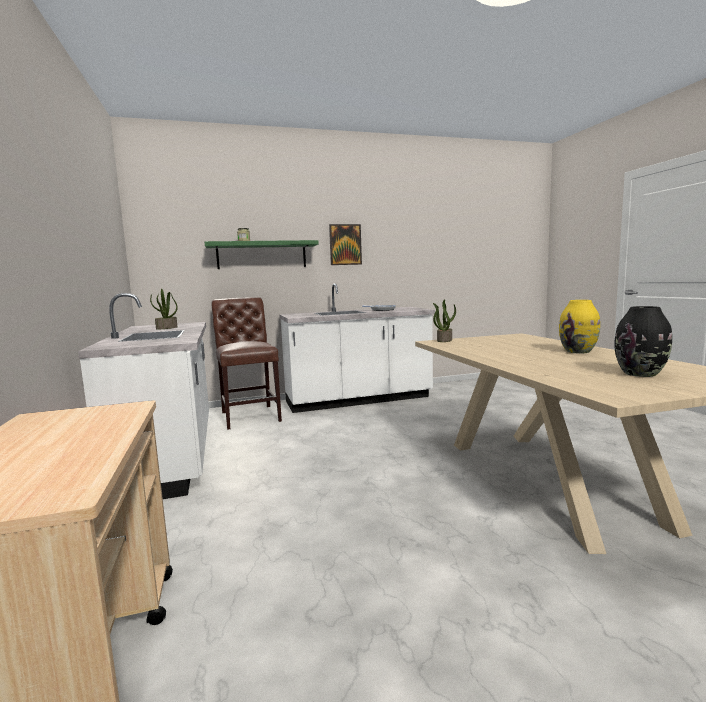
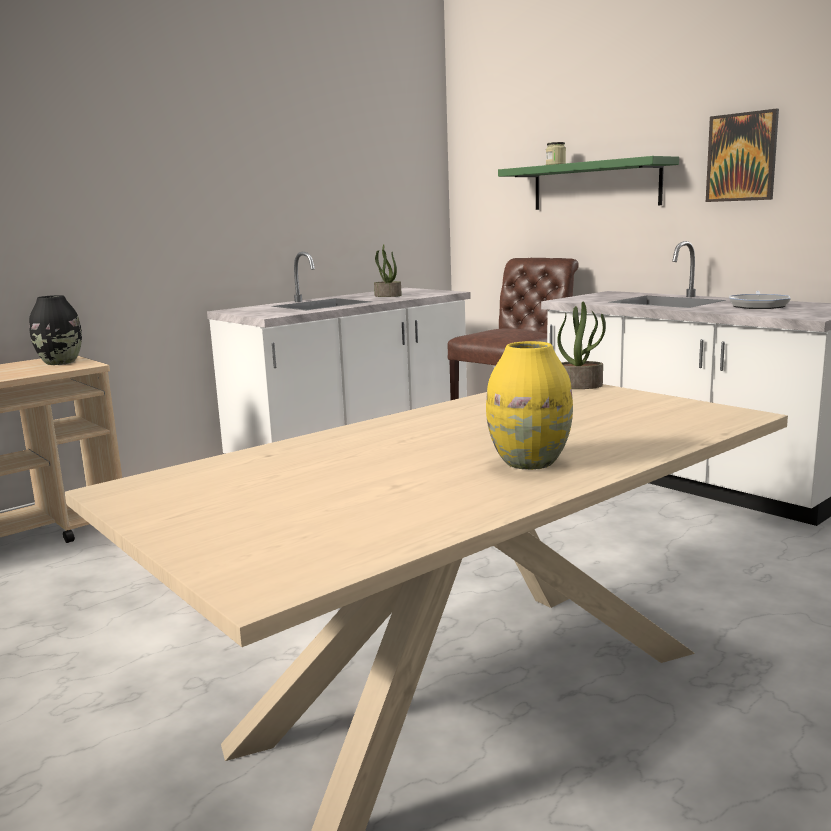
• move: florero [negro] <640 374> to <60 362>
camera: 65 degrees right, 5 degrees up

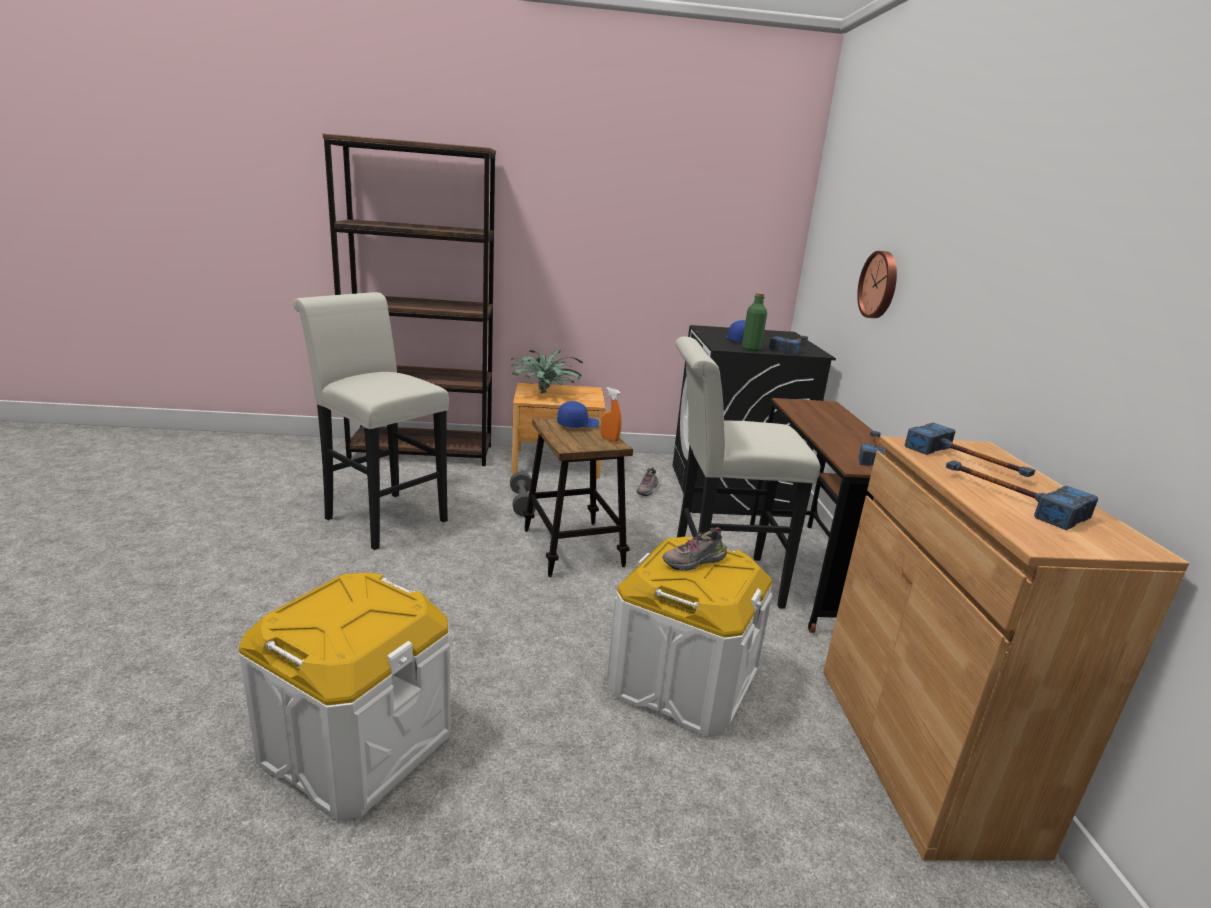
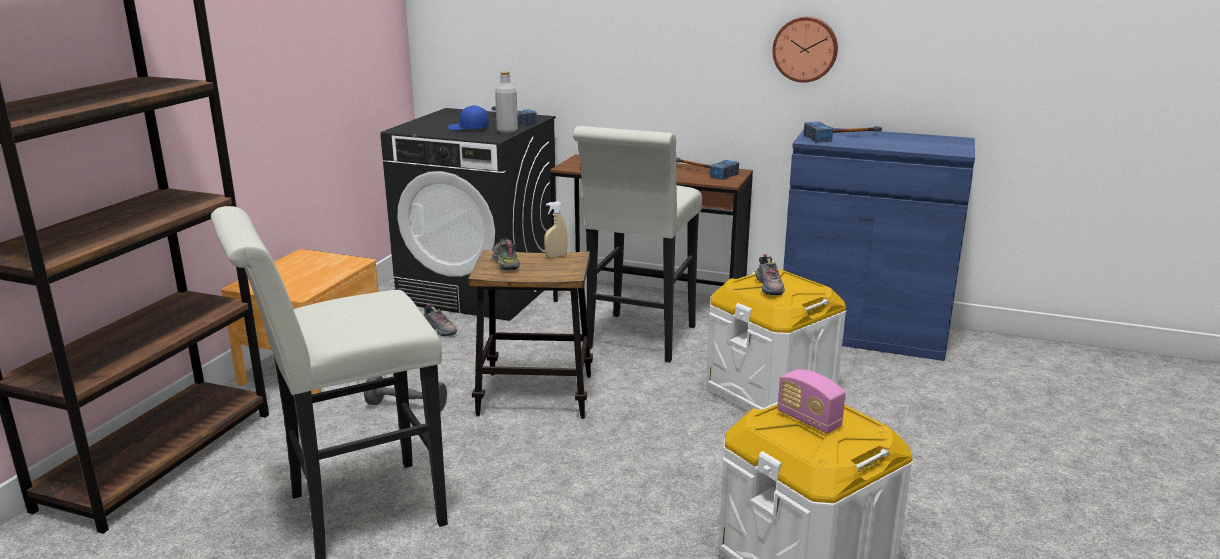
• delete: planta en maceta <545 394>
• replace: gorra [azul] <577 424> to zapato <505 261>
• recolor: pulverizador [naranja] <609 439> to pulverizador [beis] <556 256>
• recolor: botella [verde] <751 349> to botella [gris] <507 131>
• recolor: armario [marrón] <920 752> to armario [azul] <863 332>
• move: reloj de pared <880 285> to <805 49>
• delete: martillo <1008 497>
• insert: radio <808 420>
camera: 65 degrees left, 0 degrees up

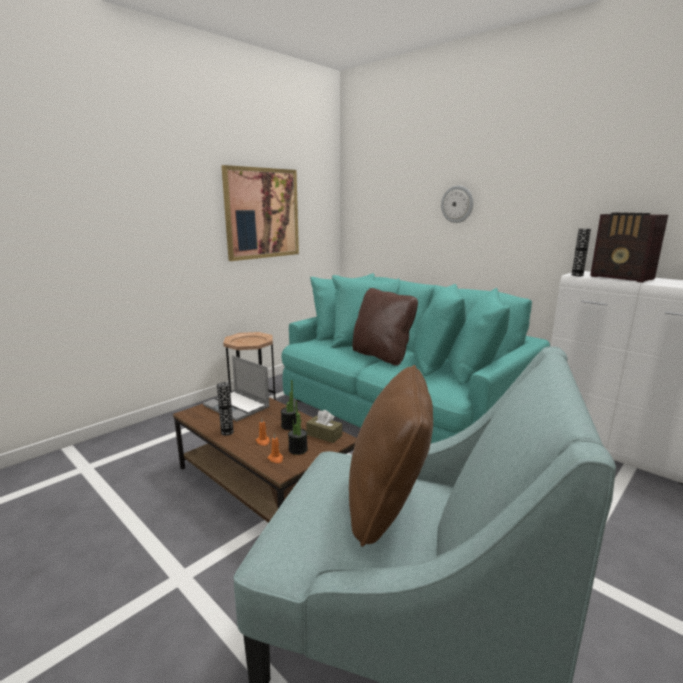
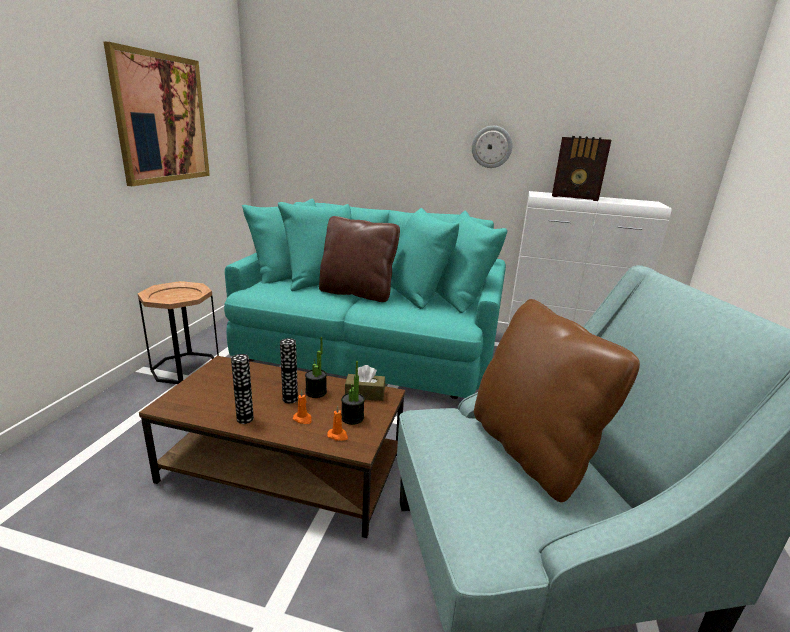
• delete: portátil <238 407>
• move: reloj de pared <457 204> to <491 147>
• move: florero <577 275> to <290 399>
camera: 30 degrees left, 5 degrees up

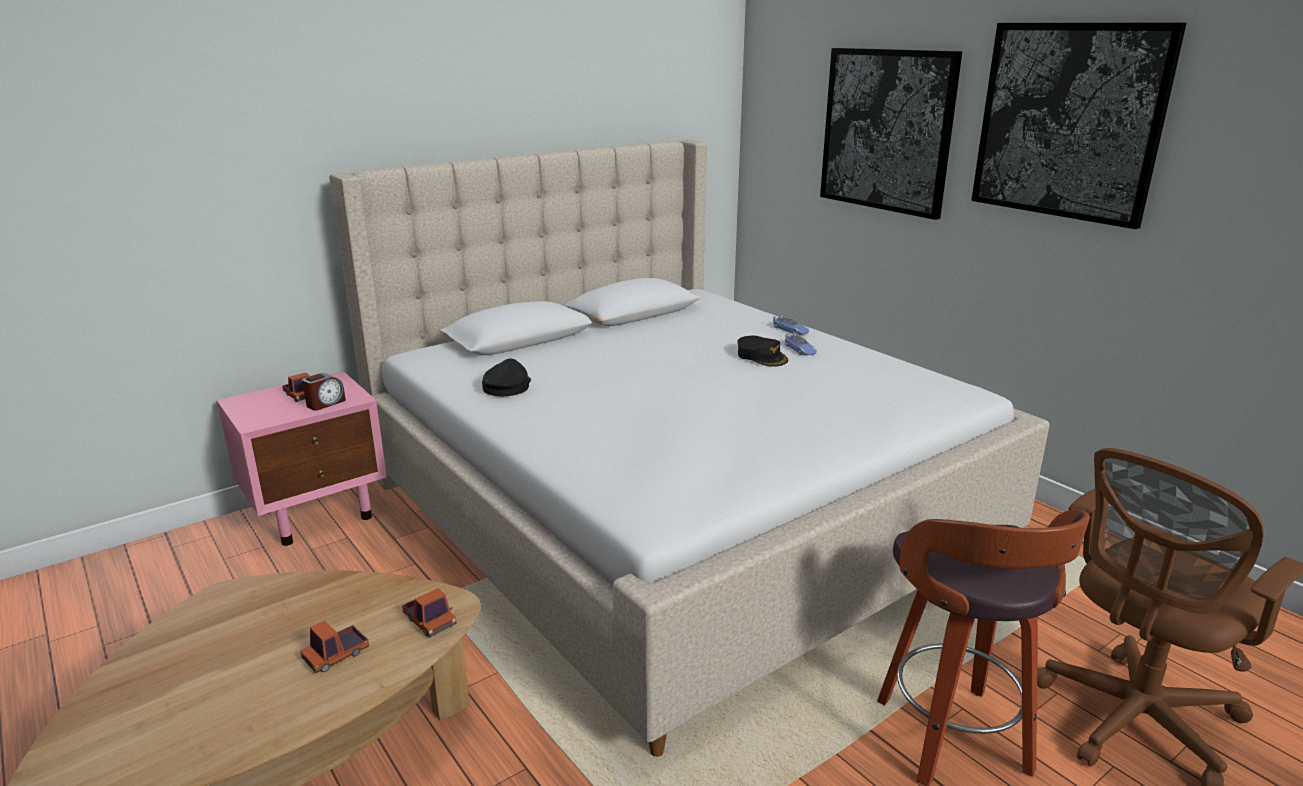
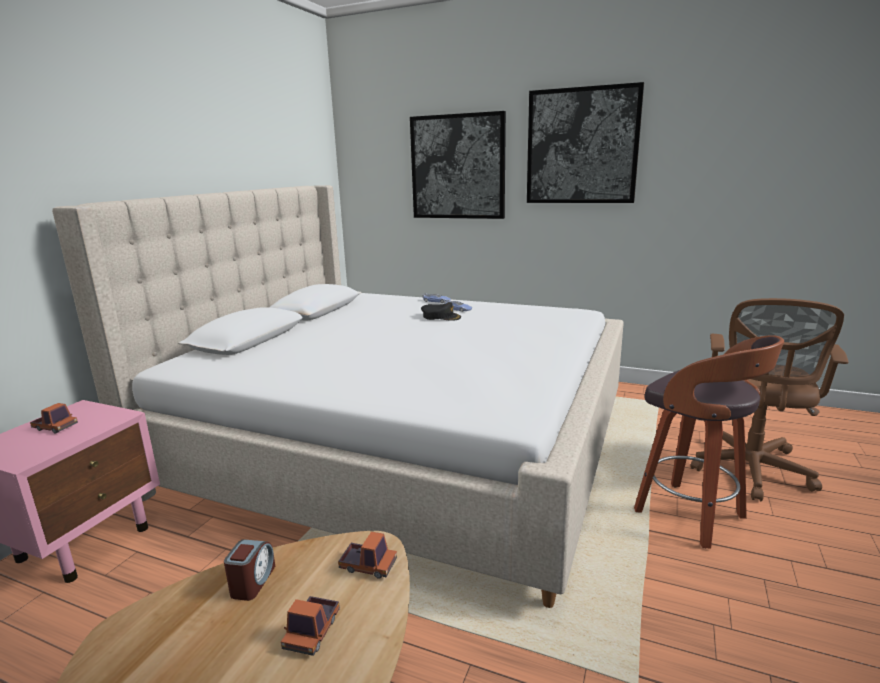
• move: despertador <325 403> to <252 582>
• delete: gorra [negro] <507 386>
camera: 30 degrees left, 5 degrees down

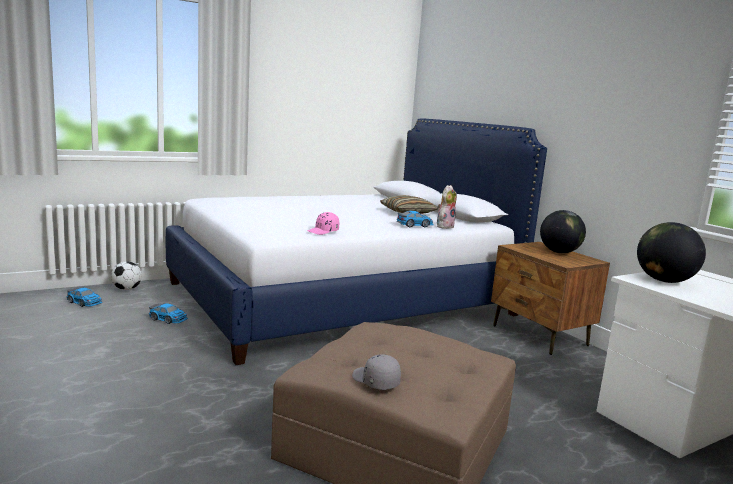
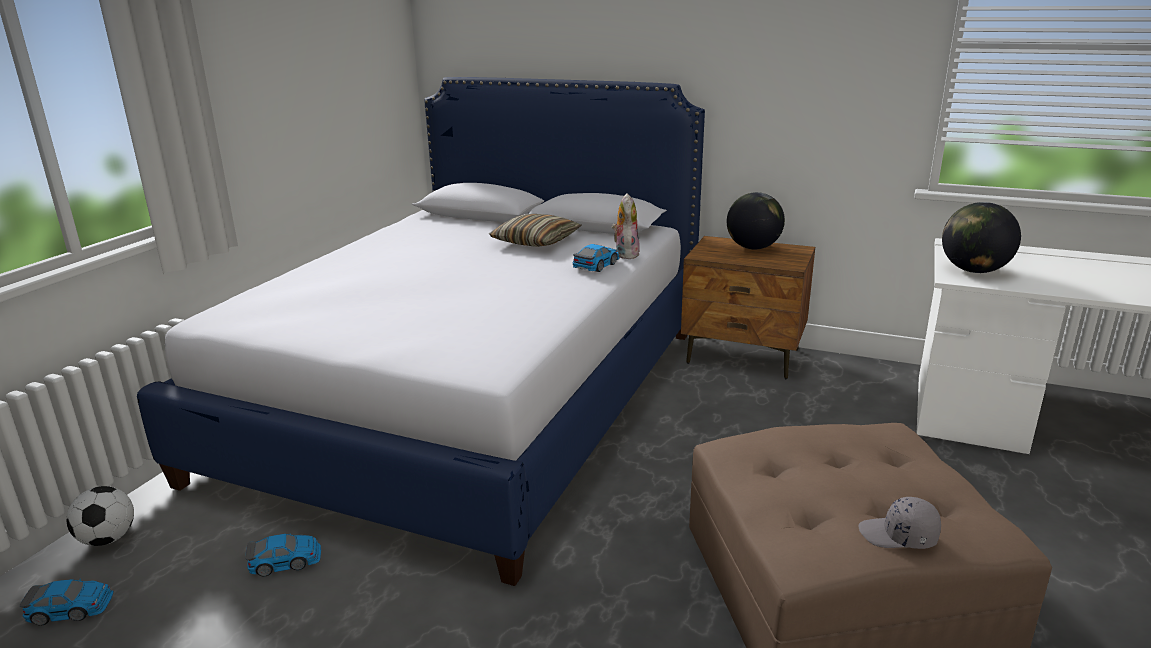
• delete: gorra [rosa] <323 231>
camera: 35 degrees left, 10 degrees up

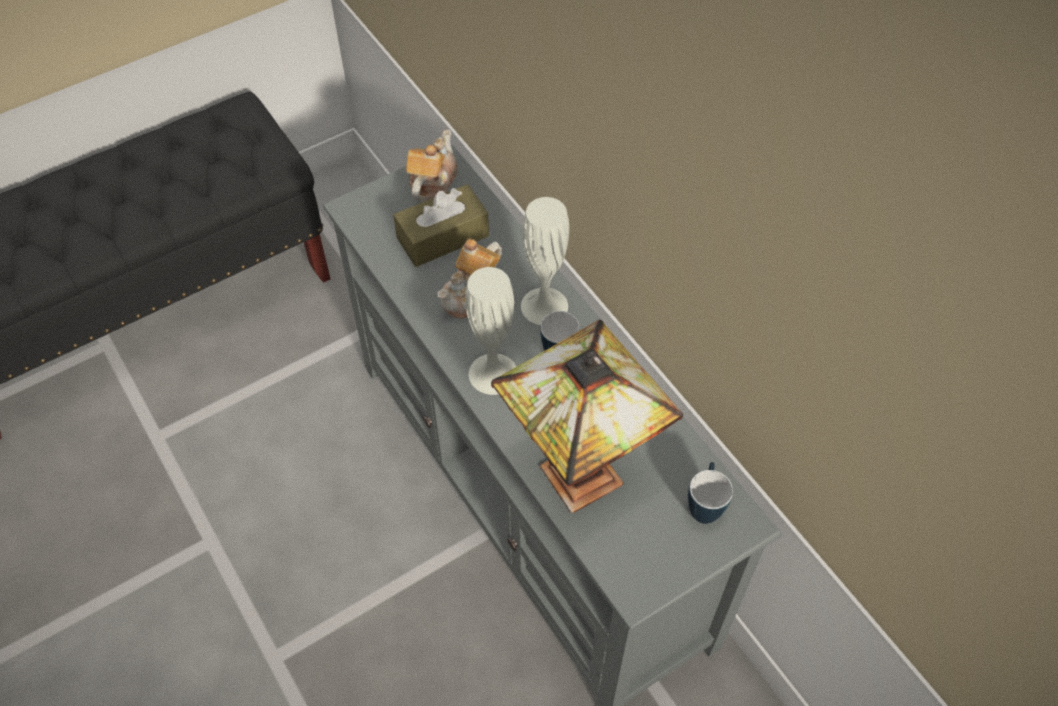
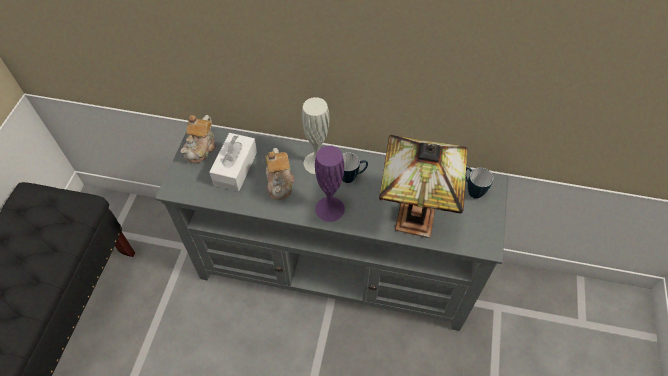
• recolor: caja de pañuelos [marrón] <442 237> to caja de pañuelos [blanco] <235 168>
• rotate: tetera <432 183> = <201 148> 135 degrees counterclockwise
• recolor: florero [blanco] <493 373> to florero [morado] <330 209>
camera: 45 degrees left, 0 degrees up

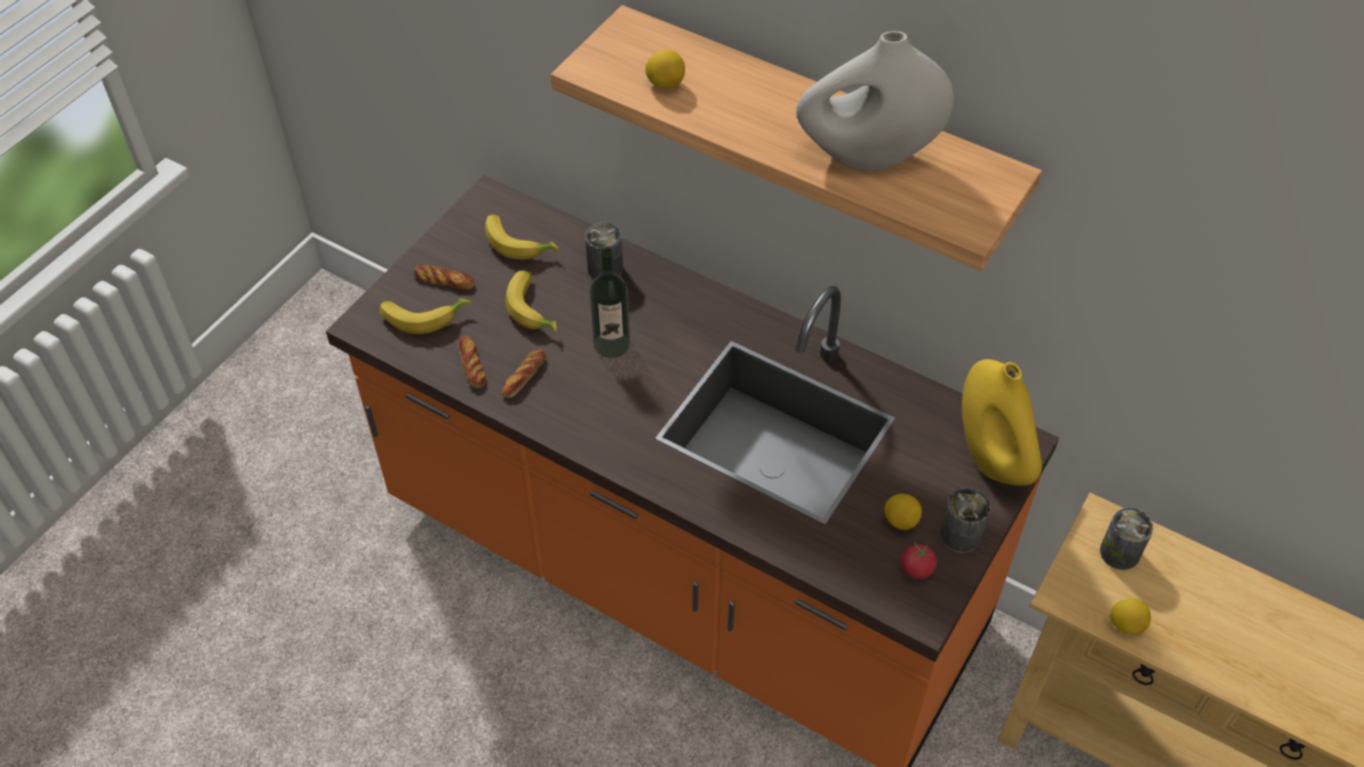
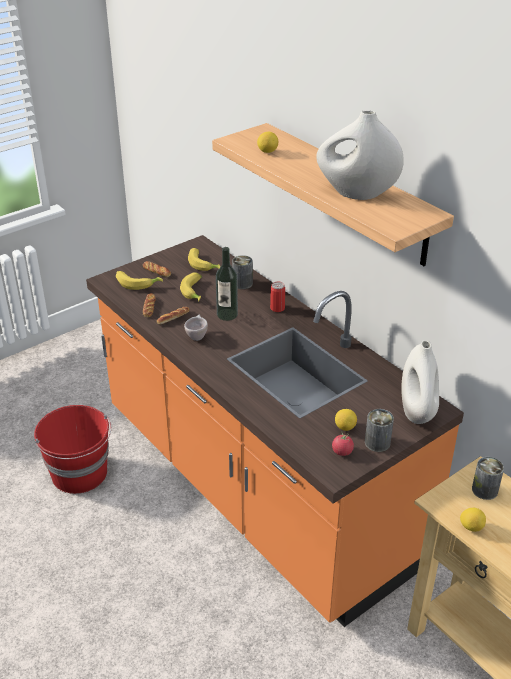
• recolor: florero [amarillo] <993 458> to florero [blanco] <417 412>
• insert: cubo [rojo] <80 474>
• insert: taza [beis] <197 336>
• insert: lata <277 308>
camera: 20 degrees right, 15 degrees down

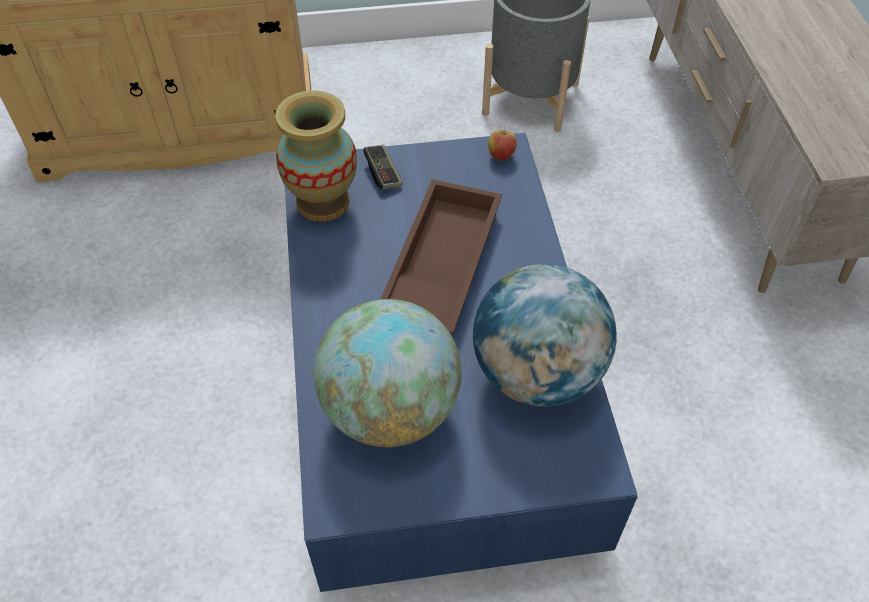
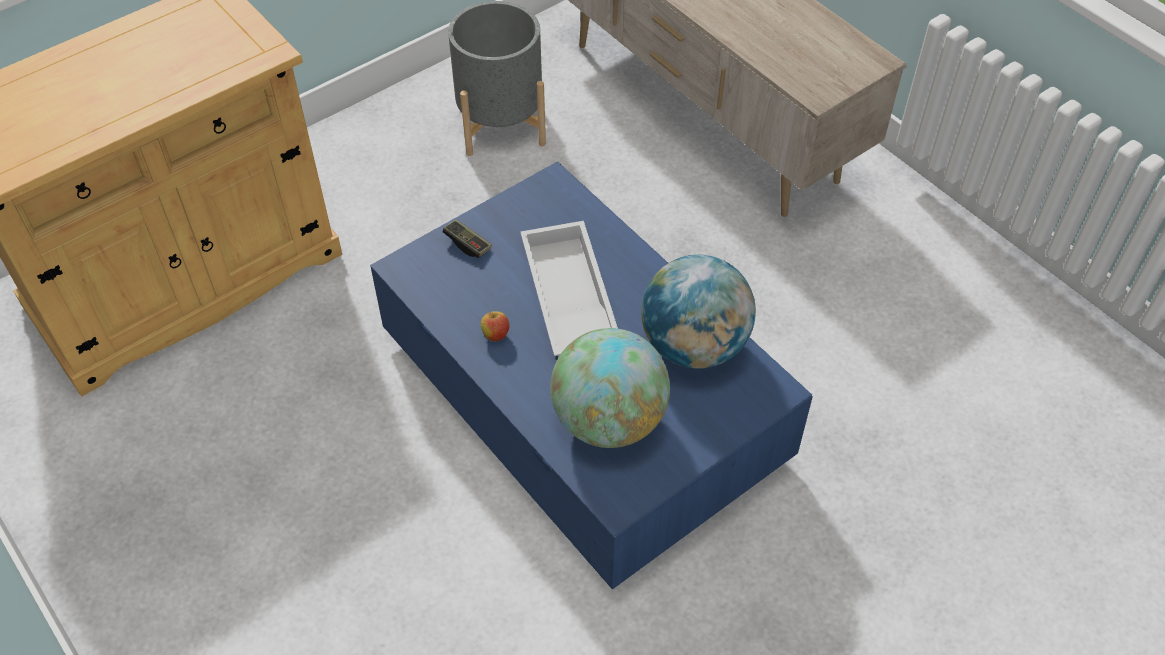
• delete: florero <323 202>
• recolor: bandeja [marrón] <439 264> to bandeja [blanco] <566 298>
• move: manzana <501 155> to <495 335>
camera: 30 degrees left, 0 degrees up

